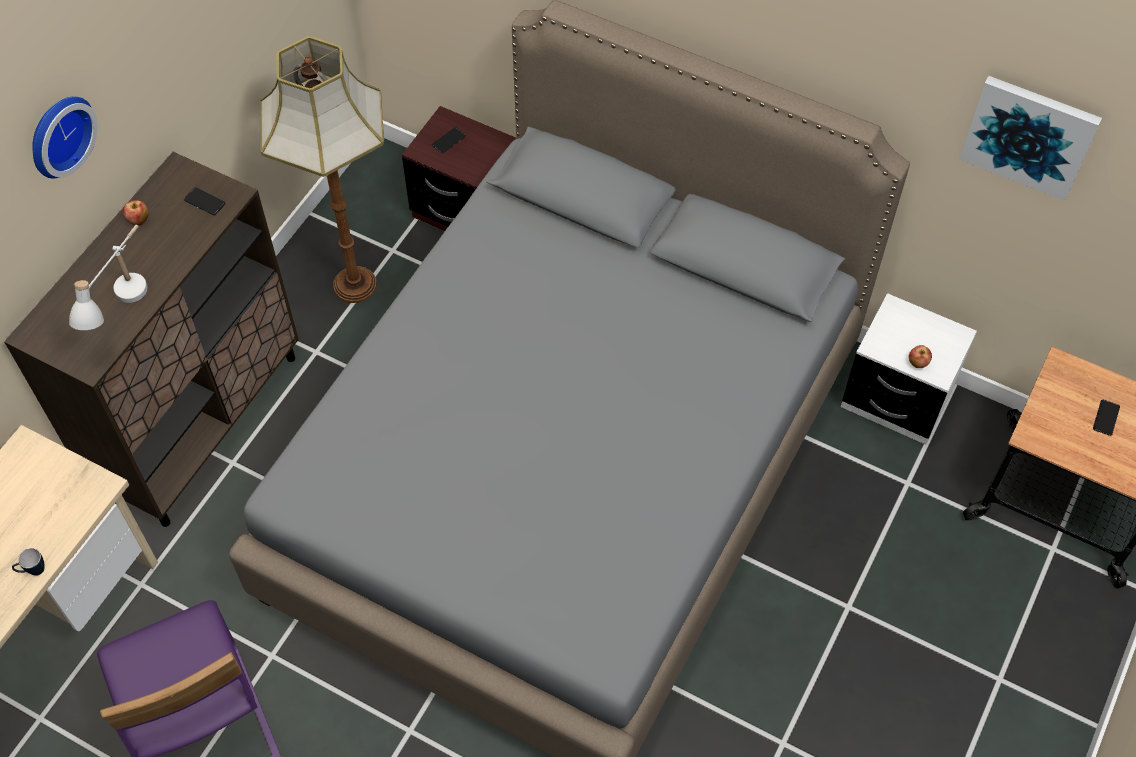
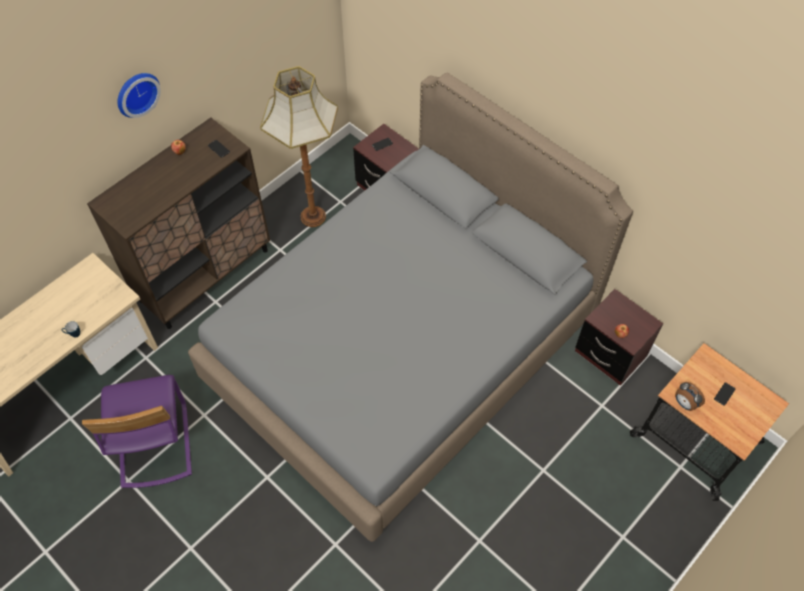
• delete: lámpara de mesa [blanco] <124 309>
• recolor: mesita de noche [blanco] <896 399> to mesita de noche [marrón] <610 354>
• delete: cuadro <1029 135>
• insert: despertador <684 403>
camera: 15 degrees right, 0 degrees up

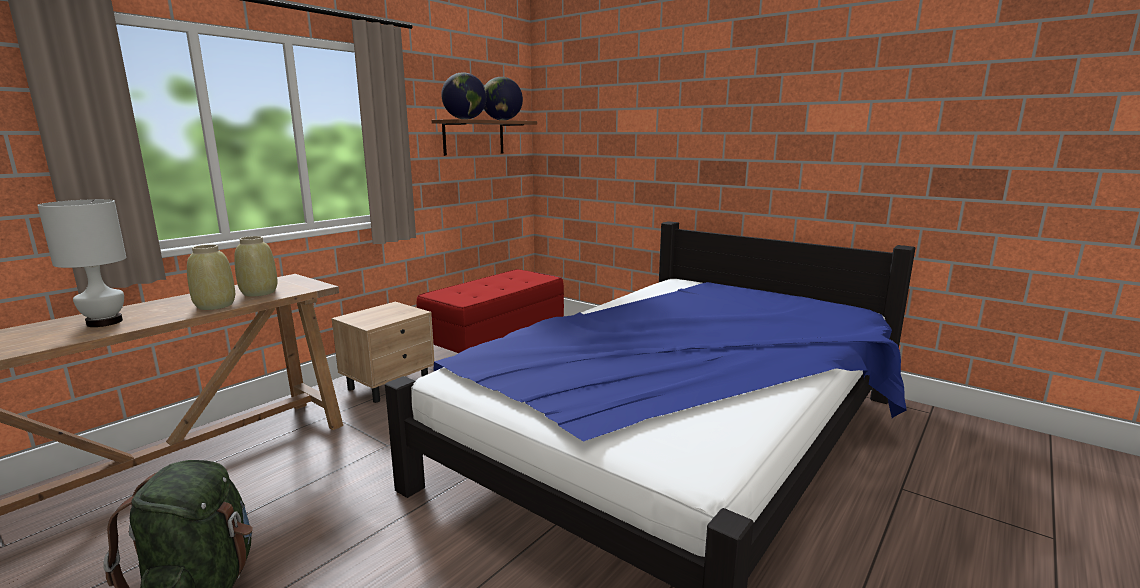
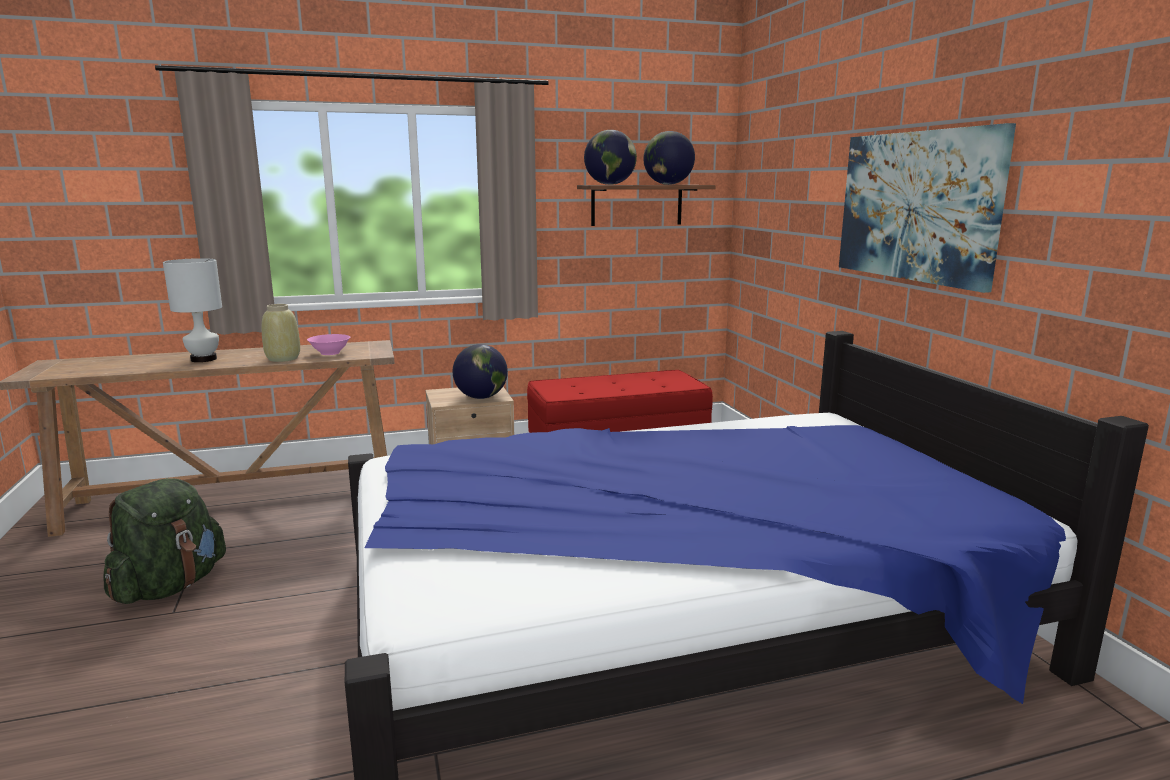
• replace: florero [beis] <258 293> to cuenco [rosa] <329 353>
• insert: globo terráqueo <481 397>
• insert: cuadro <917 206>
camera: 35 degrees right, 0 degrees up

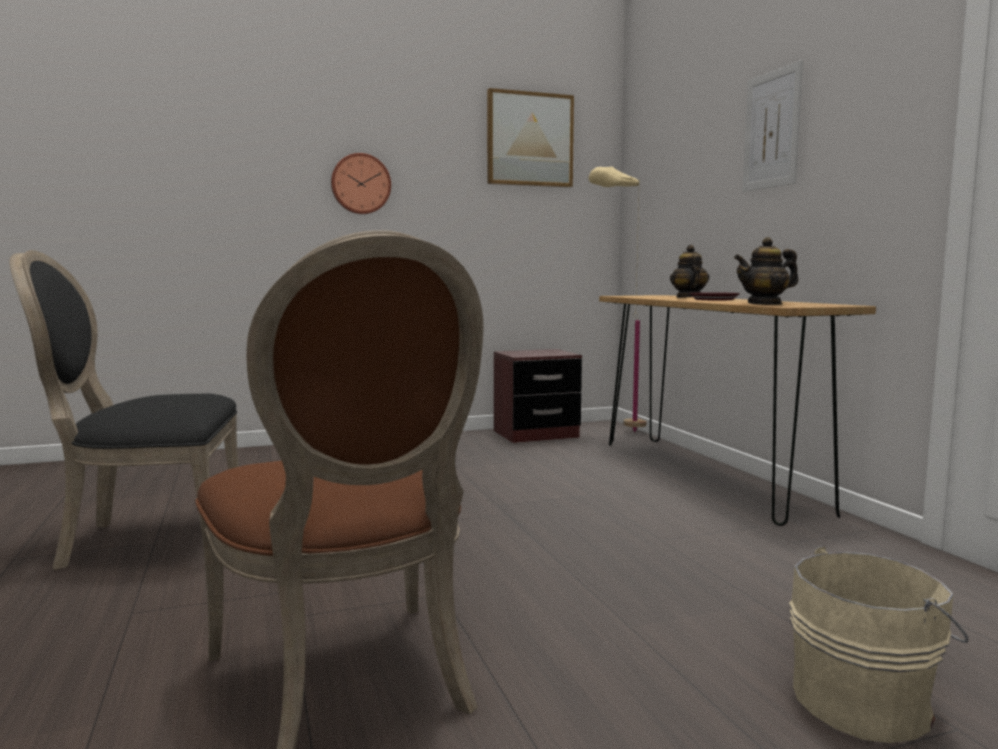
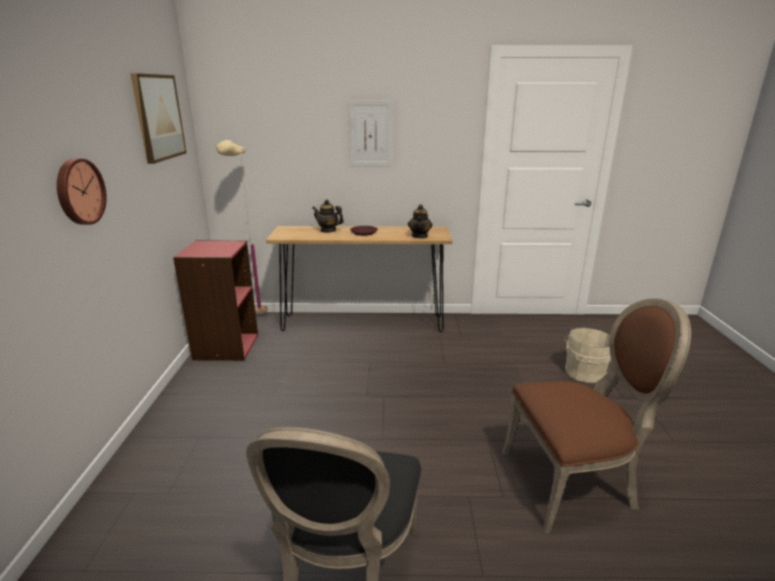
• replace: mesita de noche [marrón] <536 434> to estantería [rojo] <225 347>
camera: 70 degrees left, 15 degrees up

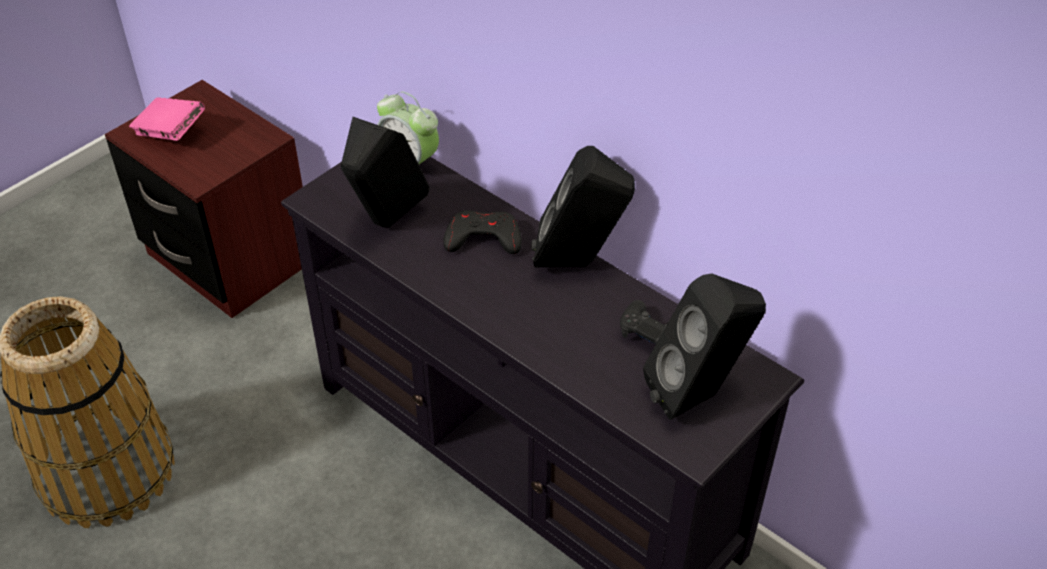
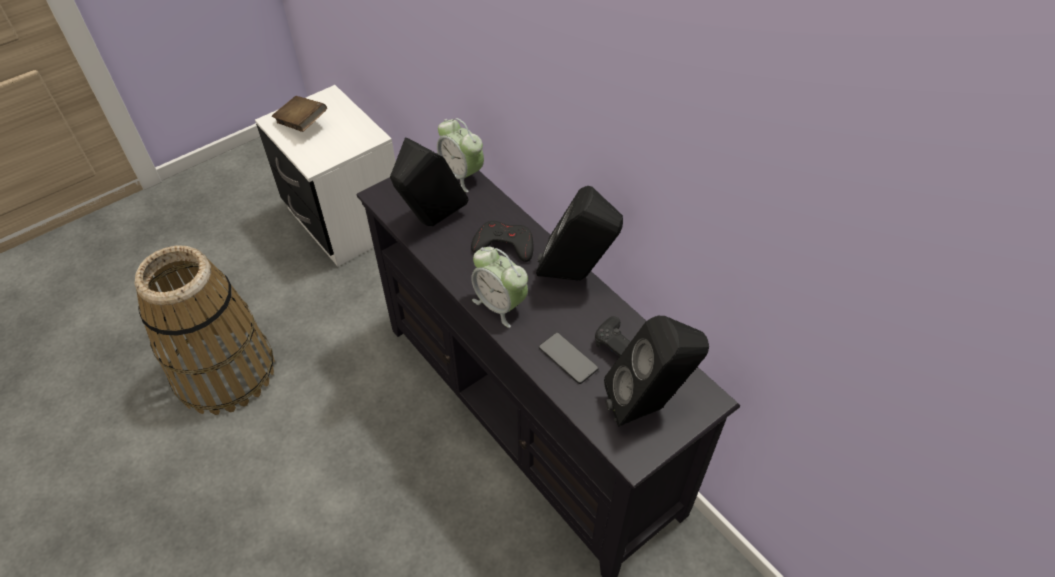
• recolor: mesita de noche [marrón] <230 258> to mesita de noche [blanco] <346 219>
• recolor: libro [rosa] <171 132> to libro [marrón] <302 124>
• insert: despertador <500 305>
• insert: móvil <568 358>
camera: 10 degrees right, 5 degrees up

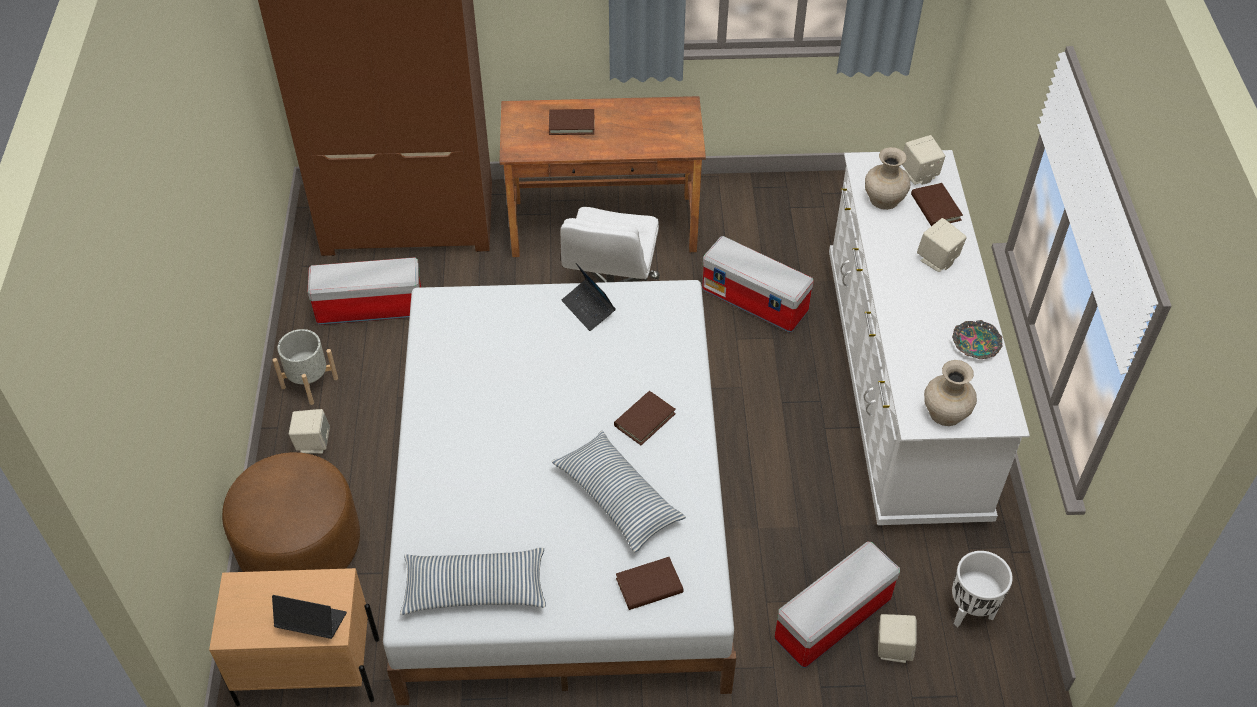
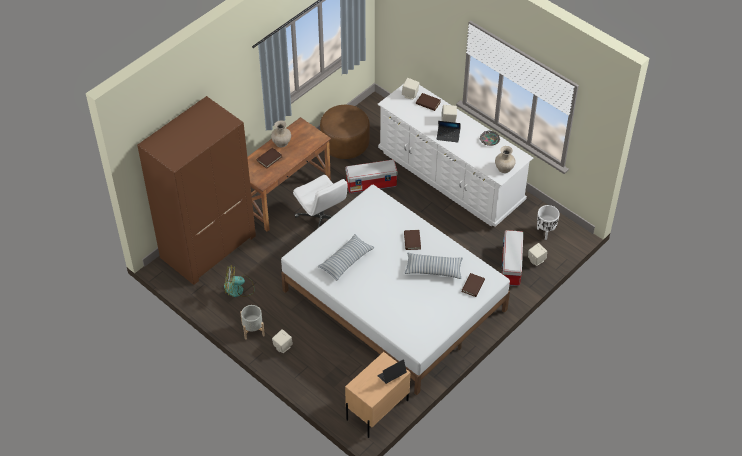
• move: puf [marrón] <300 547> to <345 144>
• replace: caja de almacenaje <368 308> to ventilador <238 289>
• move: cojín <475 589> to <346 261>
• move: portátil <588 309> to <448 136>
• move: florero [beis] <883 198> to <281 142>
camera: 45 degrees left, 0 degrees up

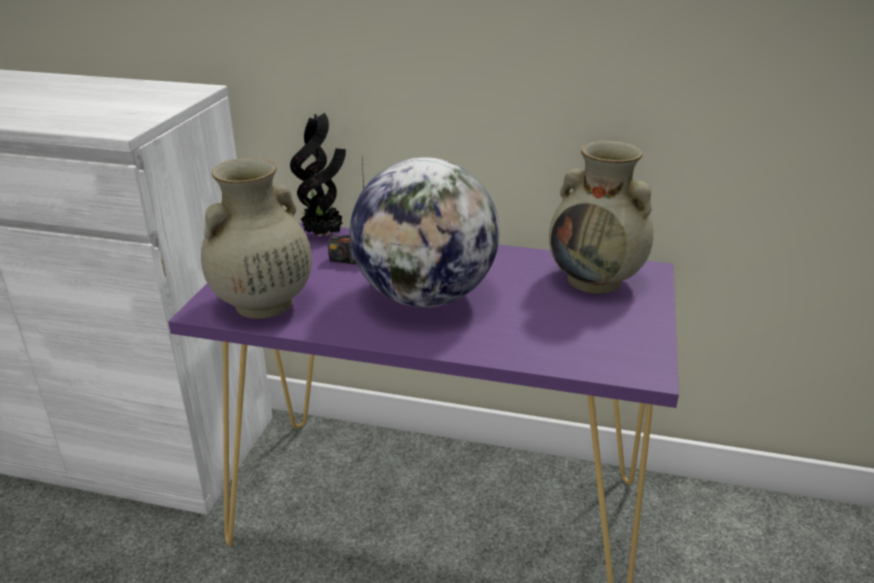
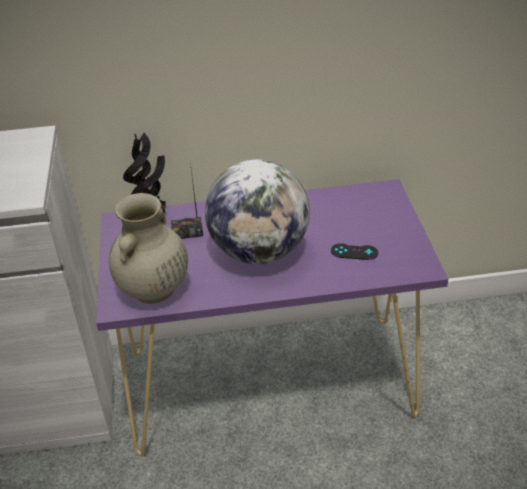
• delete: florero [beis] <596 280>
• insert: mando de consola [negro] <354 252>
camera: 20 degrees left, 10 degrees up

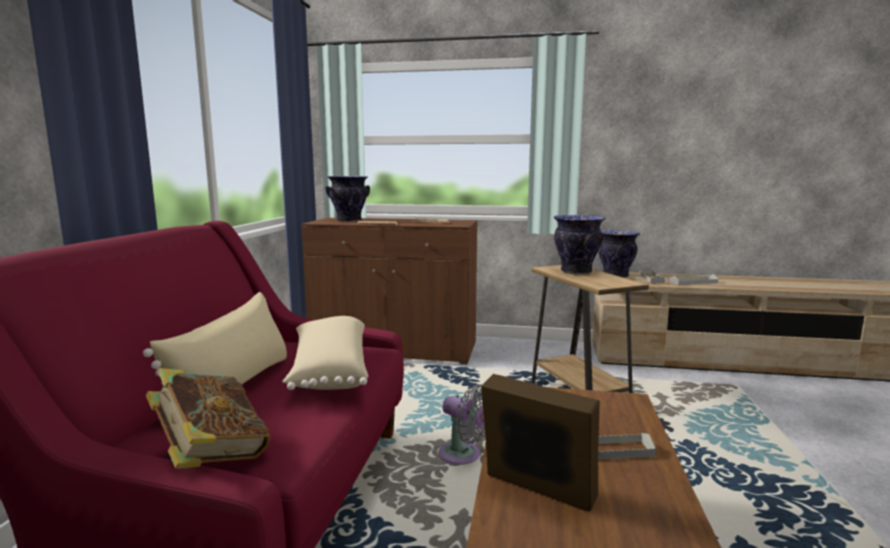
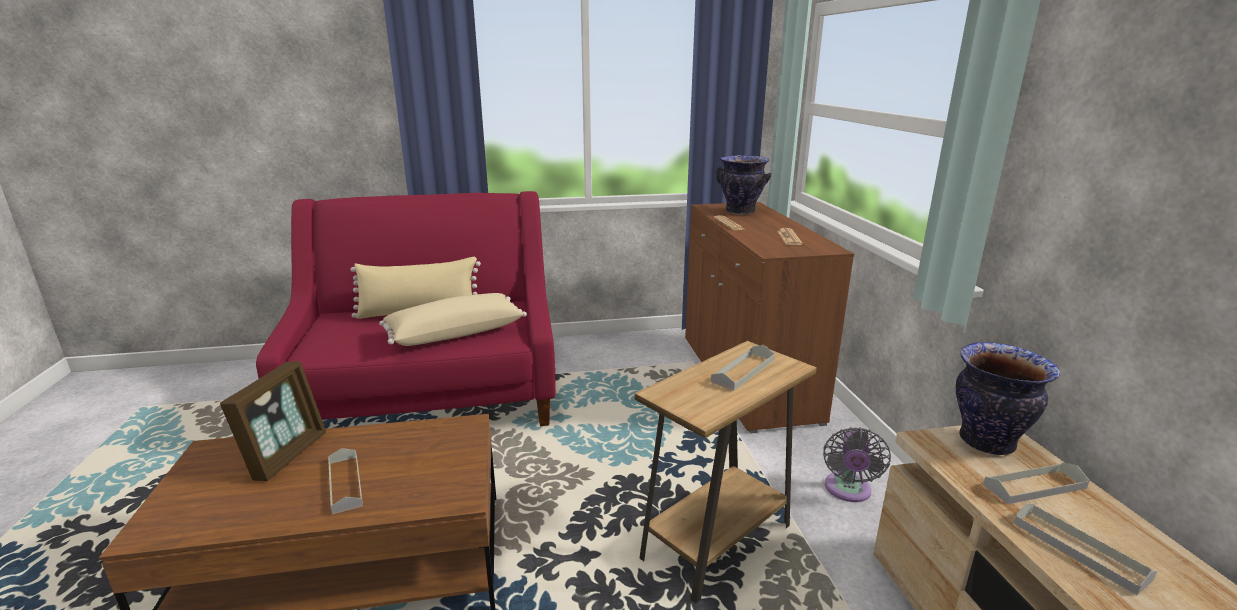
• delete: libro <212 456>
• move: ventilador [gris] <463 456> to <847 491>
• replace: florero <575 272> to bandeja [gris] <743 371>
camera: 70 degrees right, 10 degrees up

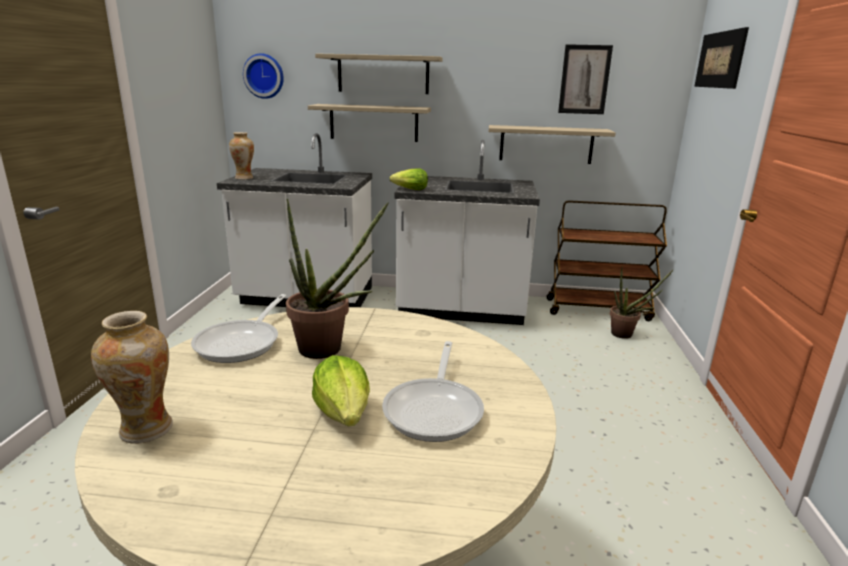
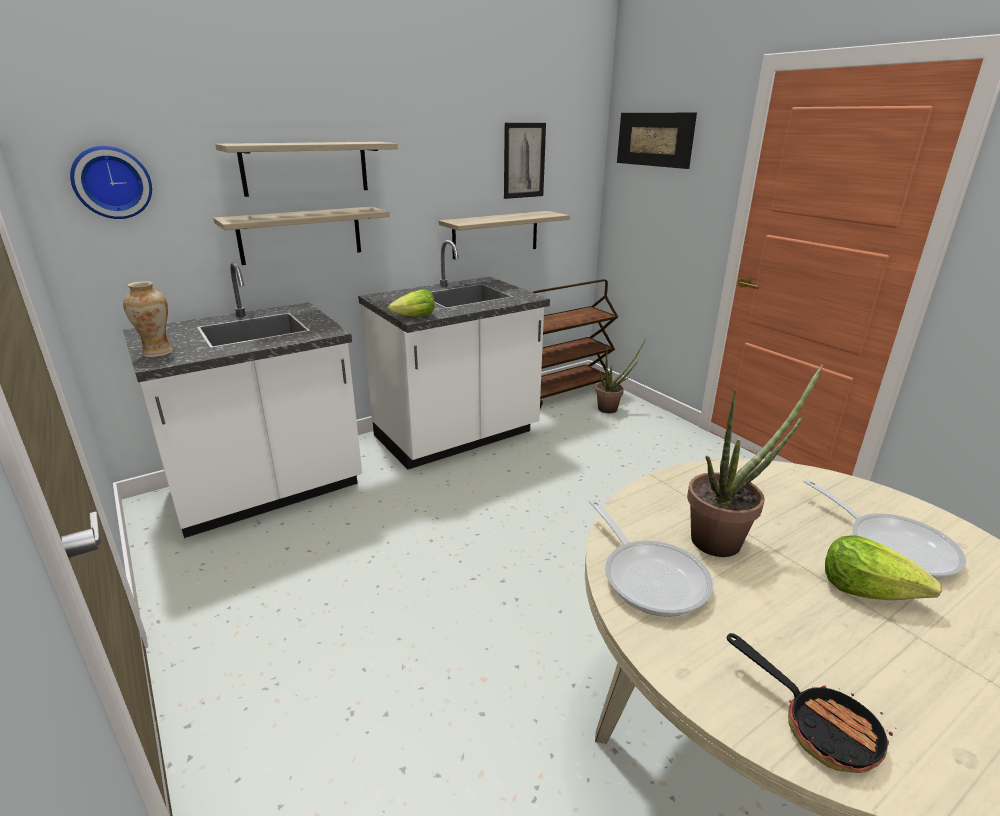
• replace: florero <146 429> to sartén <817 724>
camera: 40 degrees left, 5 degrees up

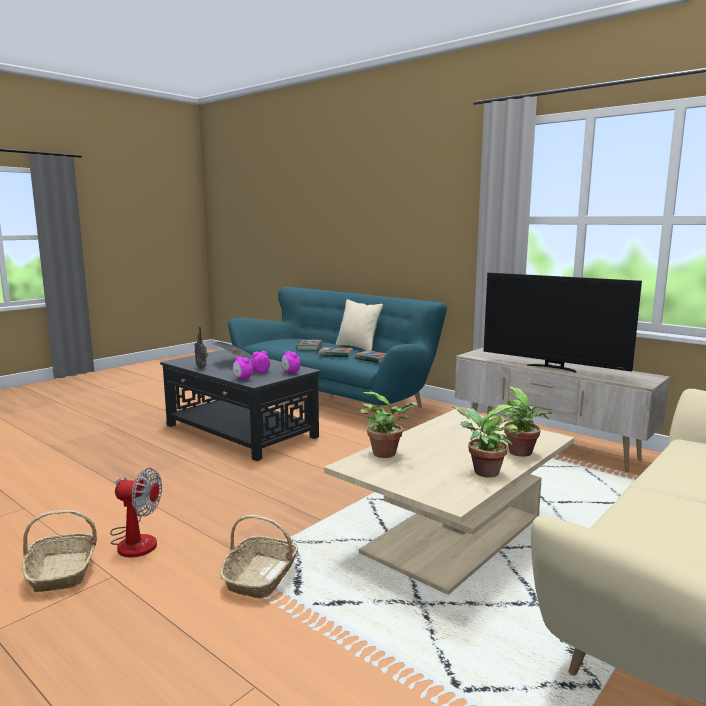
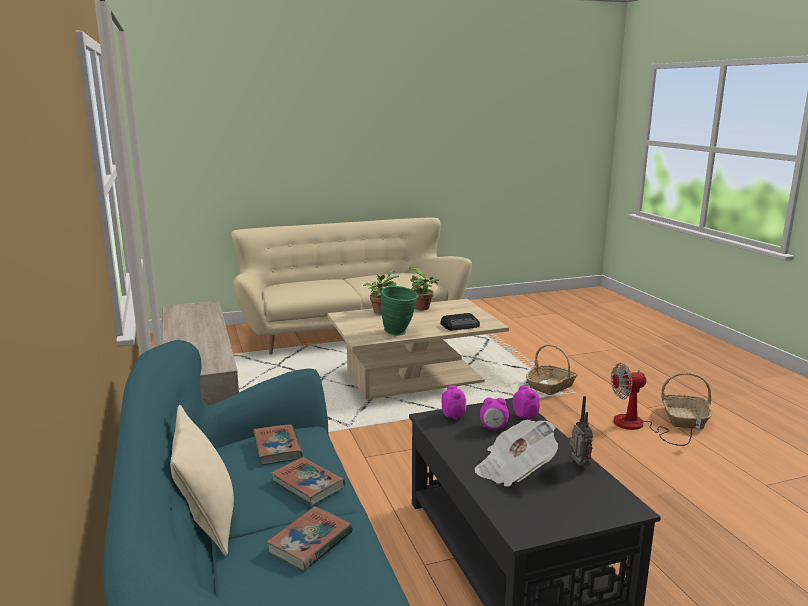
• rotate: ventilador <135 540> = <638 426> 45 degrees counterclockwise
• replace: planta en maceta <387 454> to radio <461 325>
• delete: televisor <553 368>
• insert: florero [verde] <399 333>
camera: 150 degrees left, 5 degrees up

